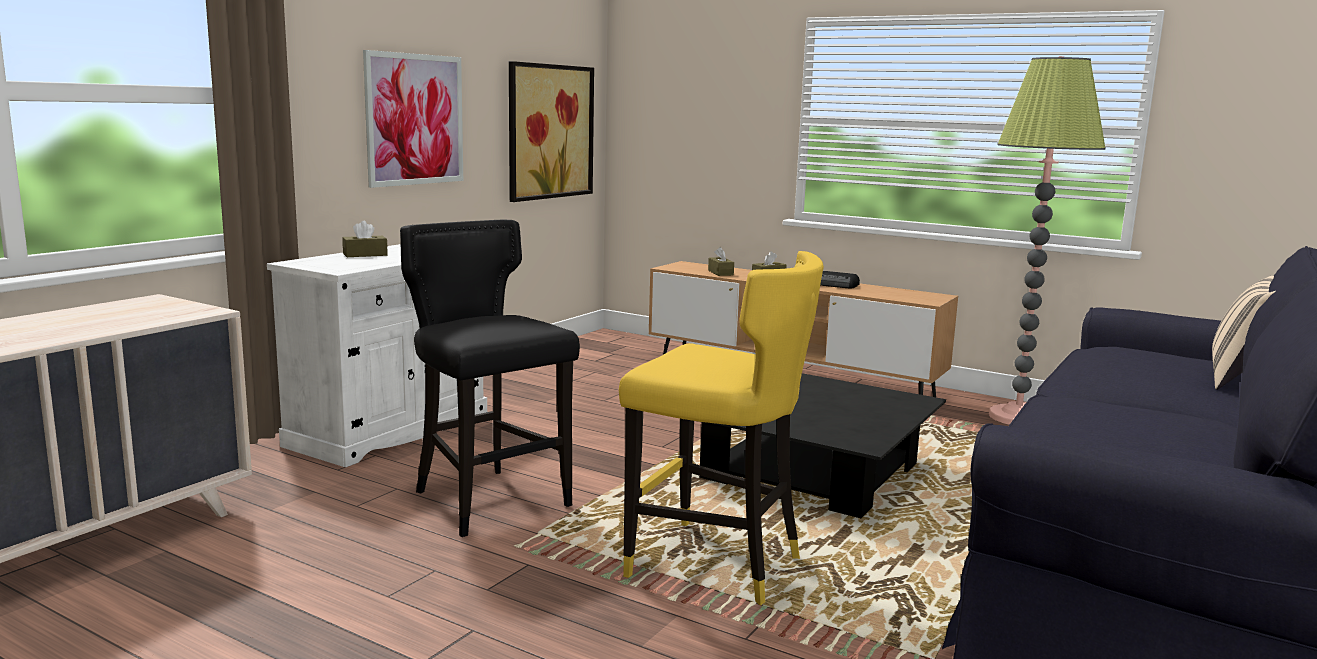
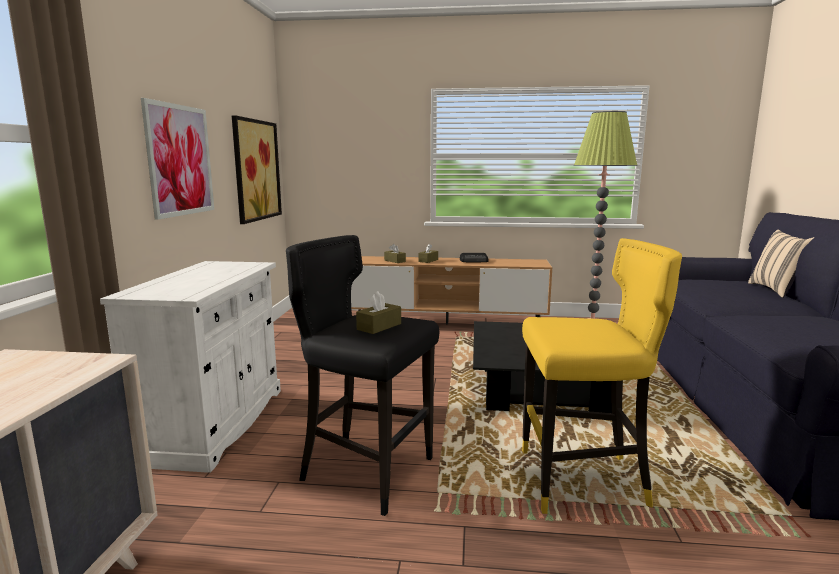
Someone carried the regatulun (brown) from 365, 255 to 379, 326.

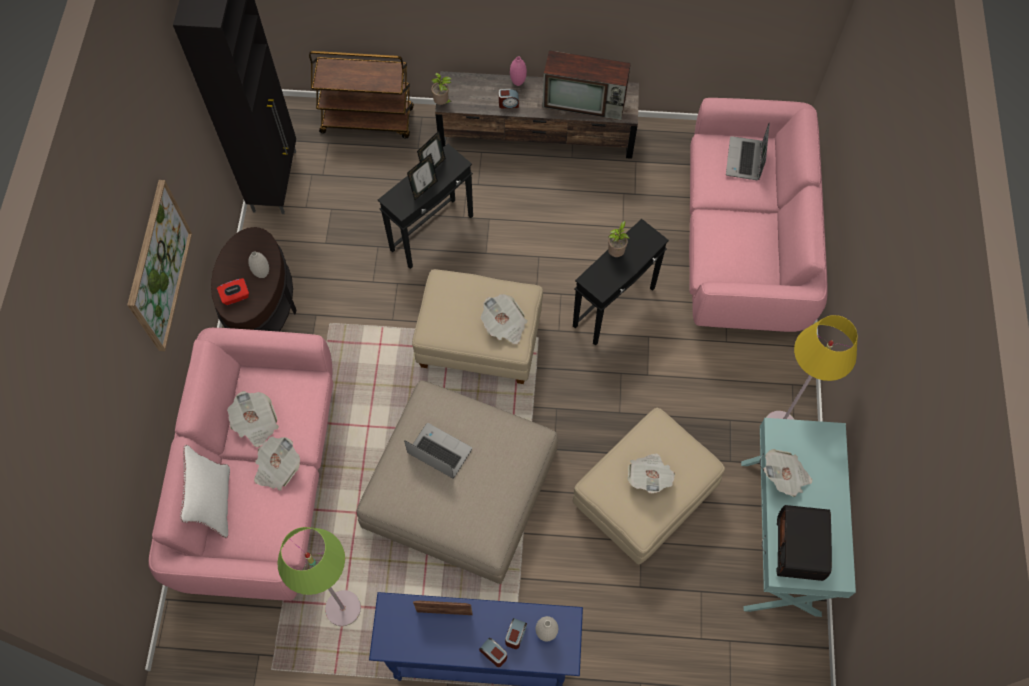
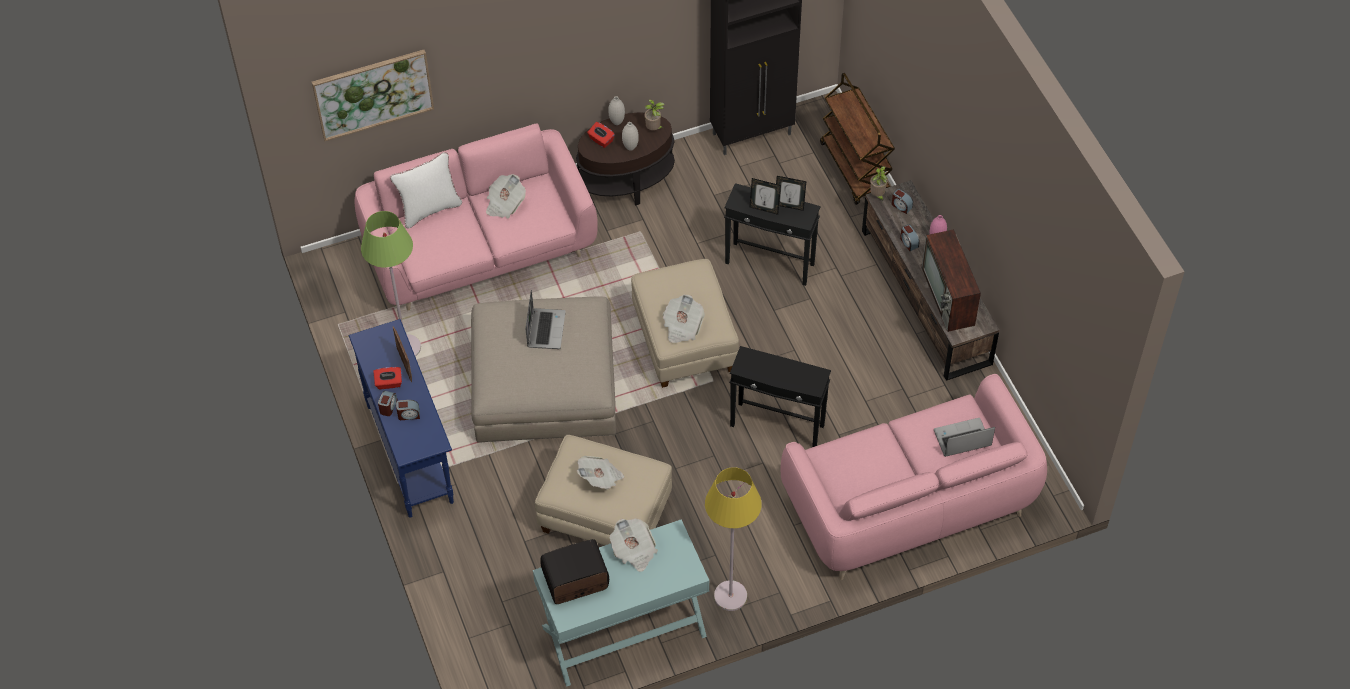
Someone carried the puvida from 158, 266 to 373, 93.
Someone put down the regatulun (red) at 389, 383.
Someone carried the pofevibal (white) from 546, 633 to 617, 122.
Someone carried the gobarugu from 616, 252 to 654, 129.
Someone put down the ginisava at 901, 206.
Someone took away the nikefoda at 277, 468.

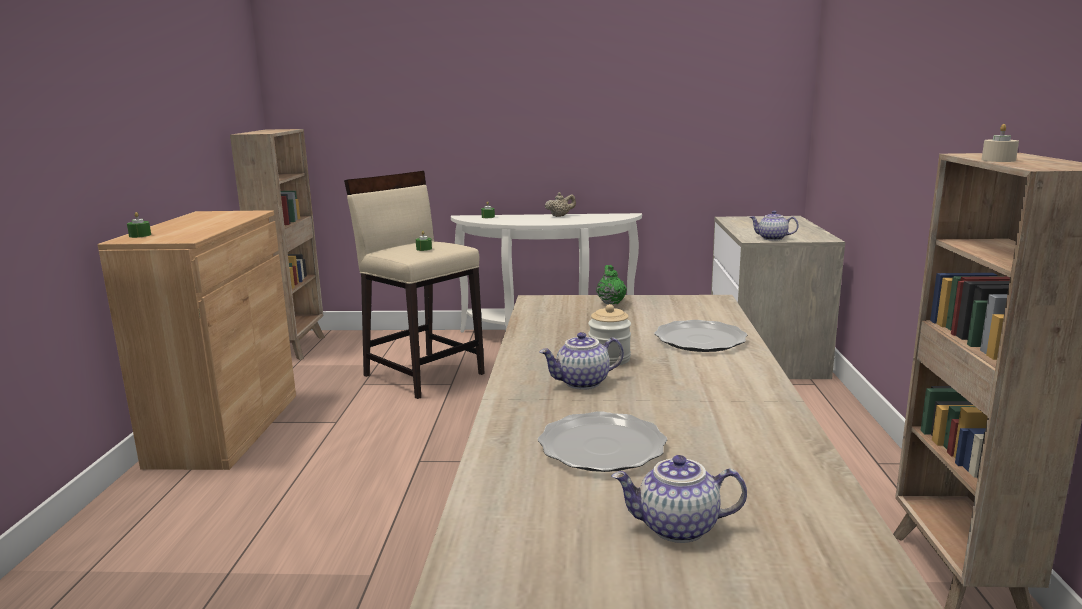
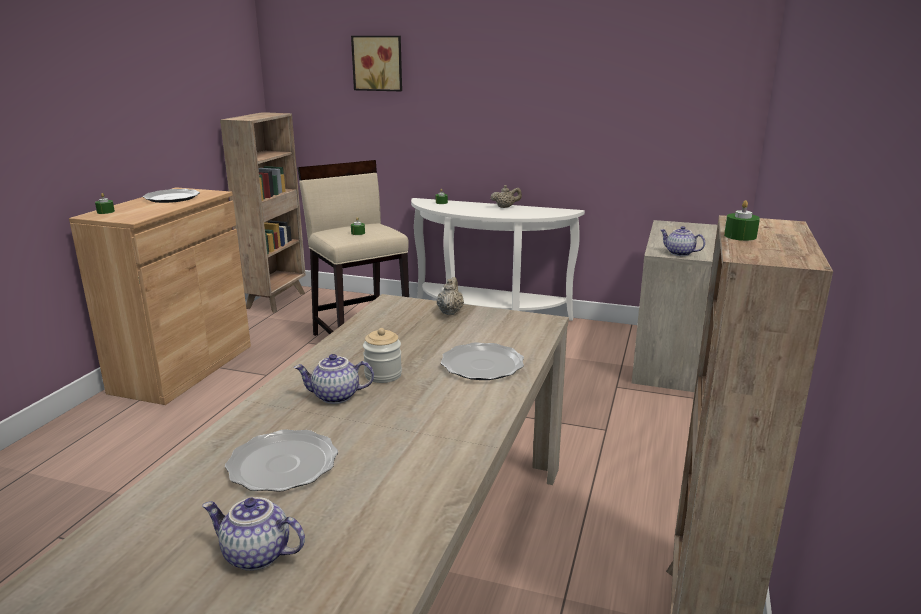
Someone put down the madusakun at 172, 198.
Someone put up the puvida at 378, 63.
Someone repainted the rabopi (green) at 611, 302, which became the rabopi (beige) at 450, 312.
Someone repainted the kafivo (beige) at 998, 160, which became the kafivo (green) at 740, 236.

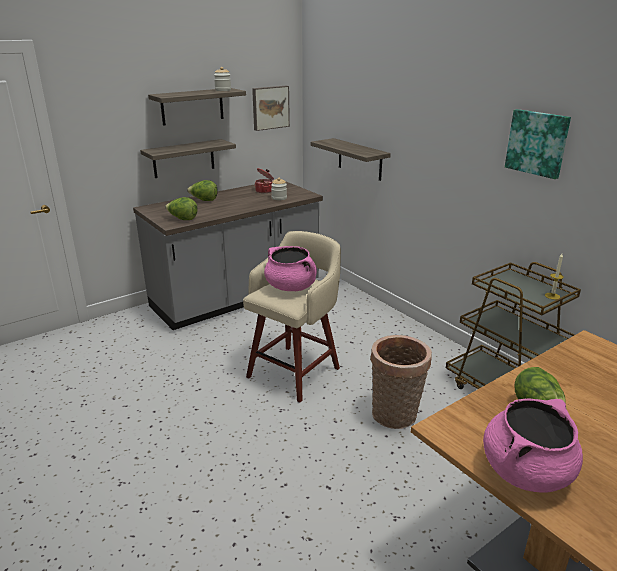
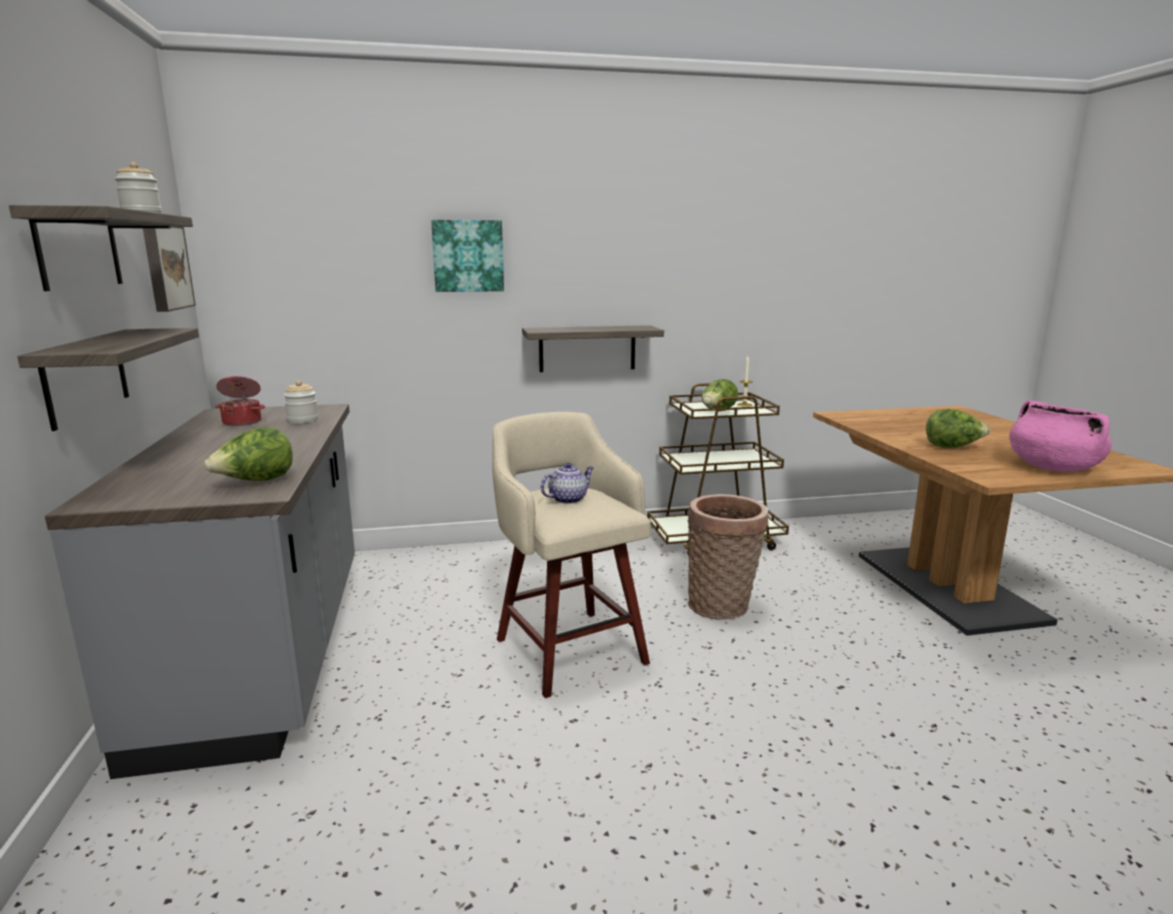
Someone carried the puvida from 537, 143 to 468, 256.
Someone carried the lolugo from 360, 159 to 587, 348.
Someone swapped the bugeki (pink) at 291, 287 for the rabopi at 568, 499.
Someone carried the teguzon from 204, 200 to 717, 412.

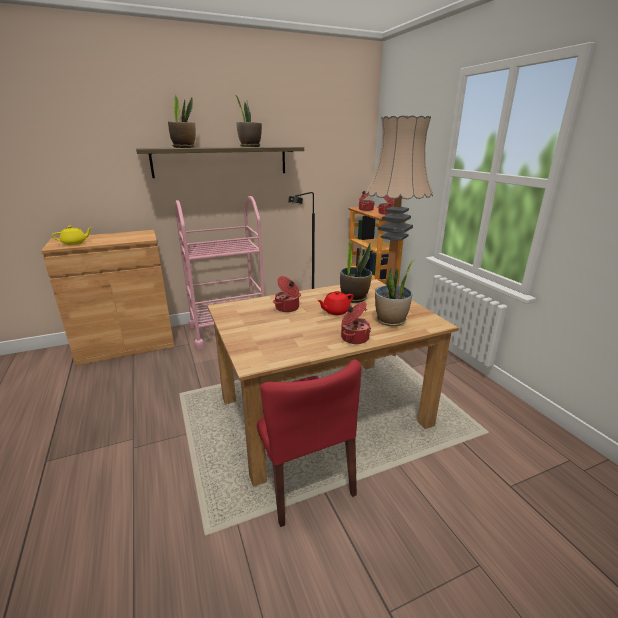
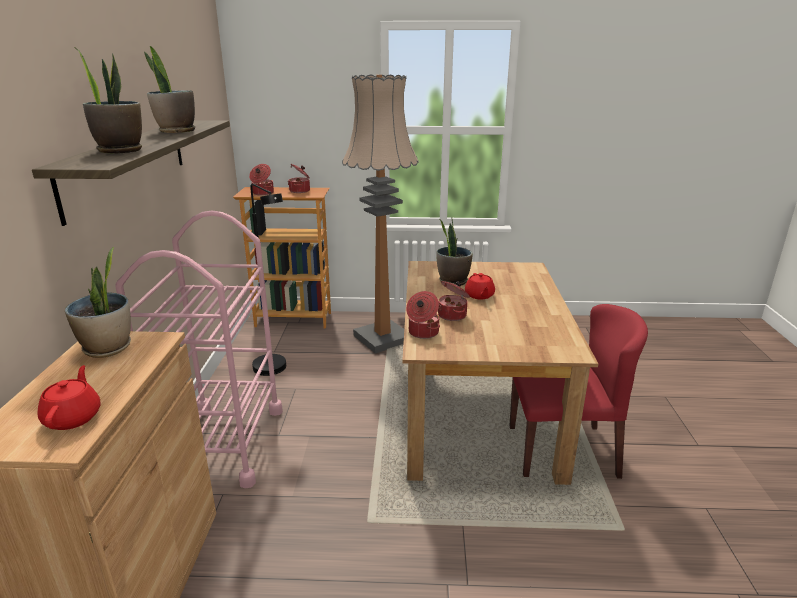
Someone repainted the rabopi (yellow) at 75, 243, which became the rabopi (red) at 73, 417.
Someone carried the gobarugu from 391, 321 to 108, 348.
Someone carried the bugeki from 354, 338 to 422, 332.

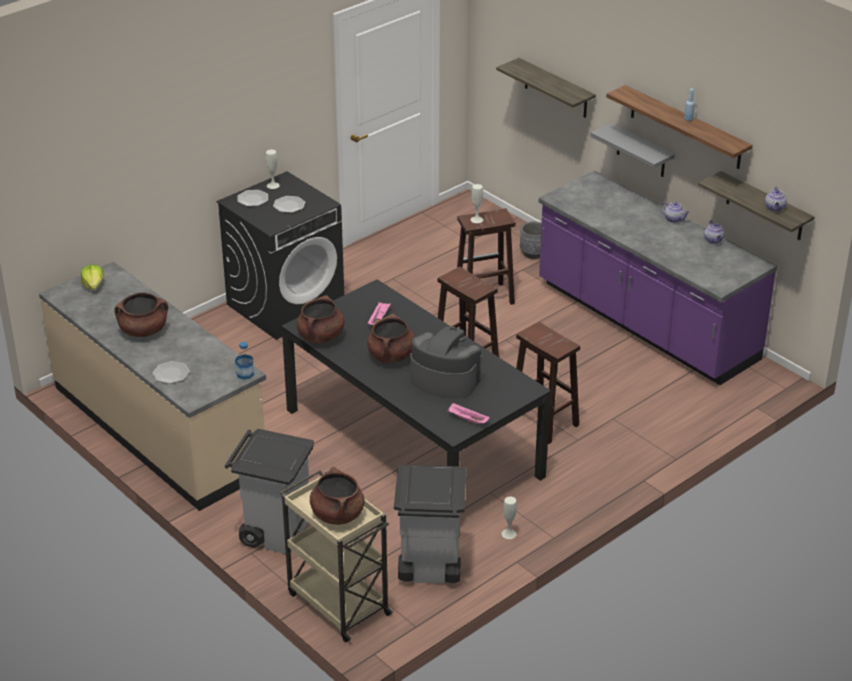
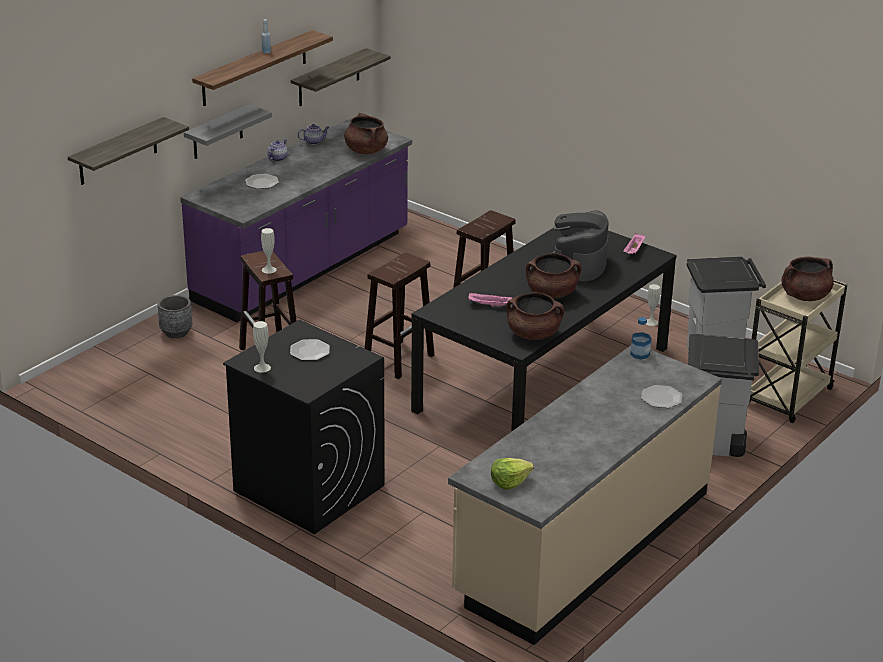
Someone carried the madusakun from 253, 199 to 262, 182.
Someone carried the bugeki (brown) from 143, 330 to 366, 150.
Someone took away the rabopi at 775, 208.

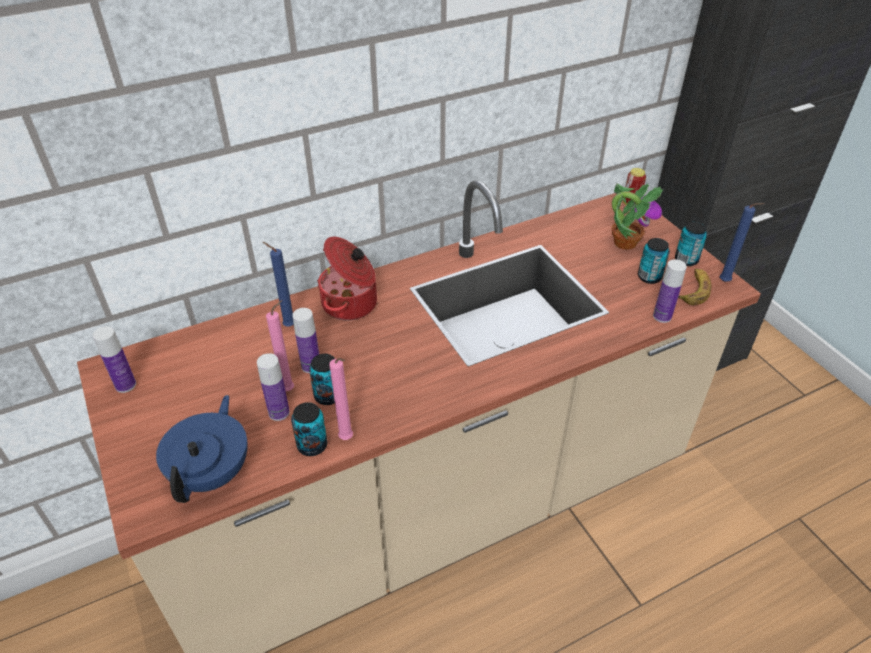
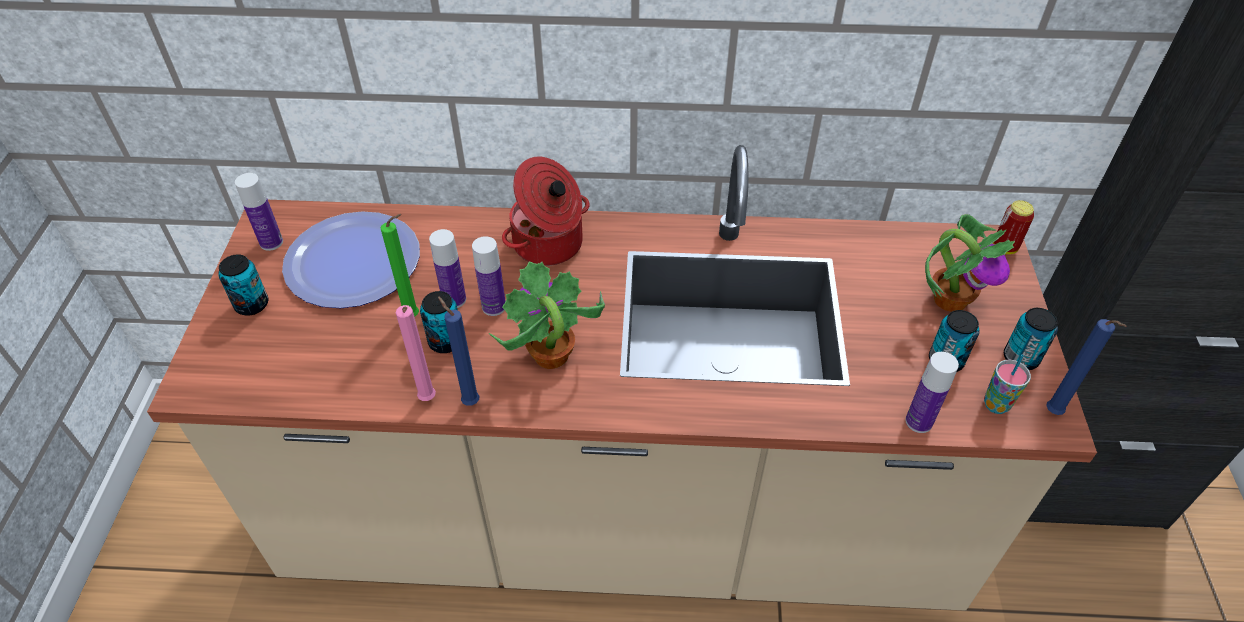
Someone carried the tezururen from 312, 445 to 252, 305.
Someone put down the madusakun at 353, 261.
Someone repainted the kafivo (pink) at 290, 389, which became the kafivo (green) at 414, 316.
Someone carried the kafivo (blue) from 287, 325 to 469, 401.
Someone carried the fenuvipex from 279, 412 to 494, 307.
Someone put down the gobarugu at 550, 356.
Someone swapped the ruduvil at 693, 290 for the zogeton at 996, 405.
Someone took away the rabopi (blue) at 213, 473.

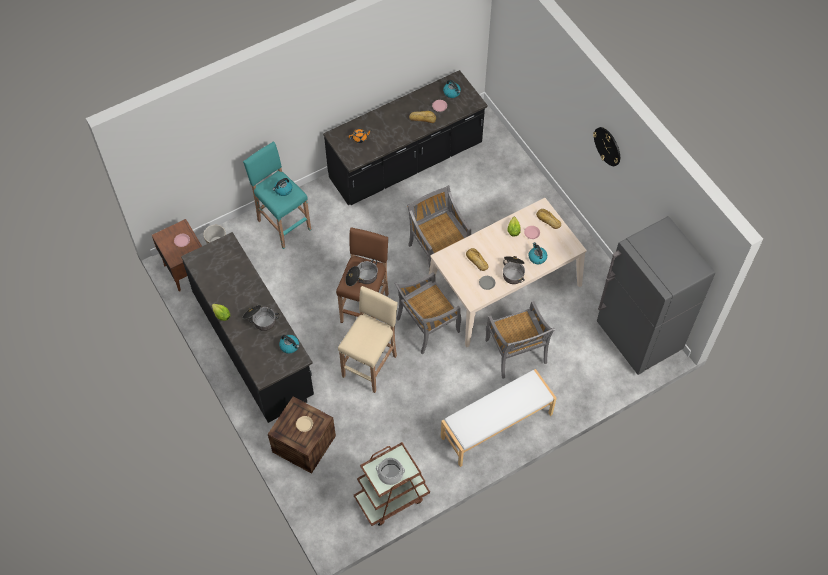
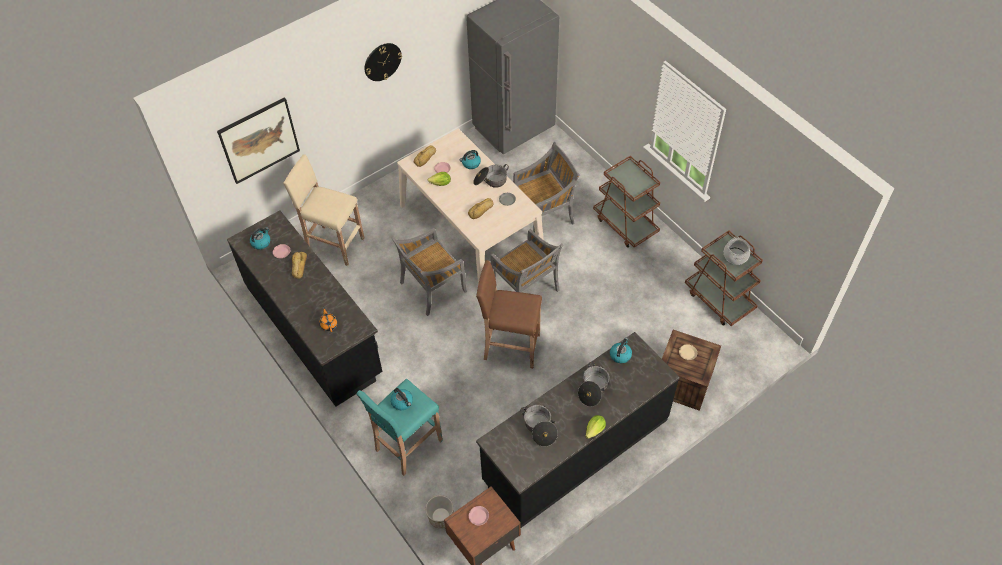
Someone put up the puvida at 259, 140.
Someone carried the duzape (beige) from 370, 365 to 334, 245.
Someone carried the bugeki from 362, 277 to 539, 428.
Someone swapped the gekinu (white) at 497, 426 for the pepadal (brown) at 625, 224.

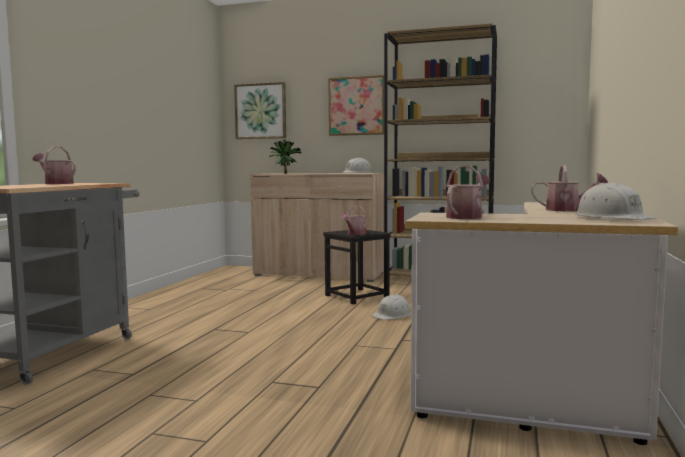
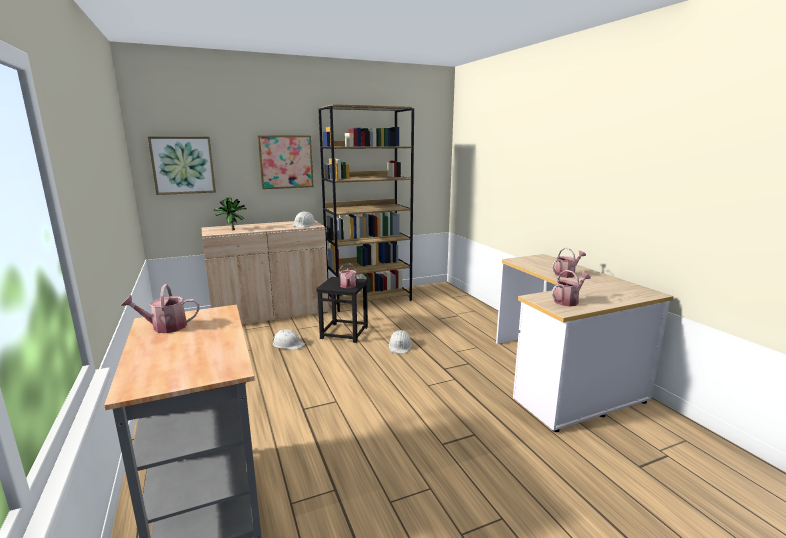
Someone carried the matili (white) from 612, 218 to 288, 344.
Someone rotated the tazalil at 466, 217 by 60 degrees clockwise.

